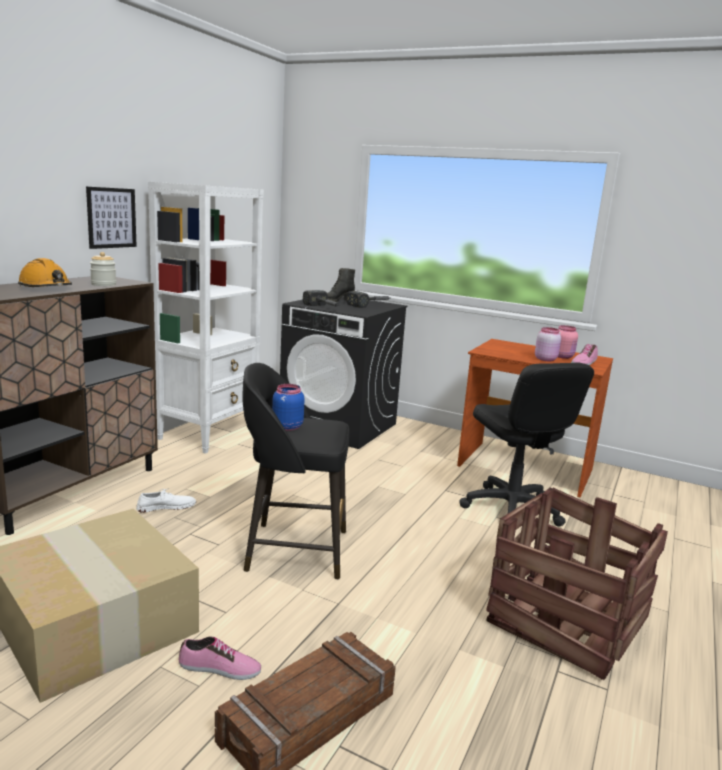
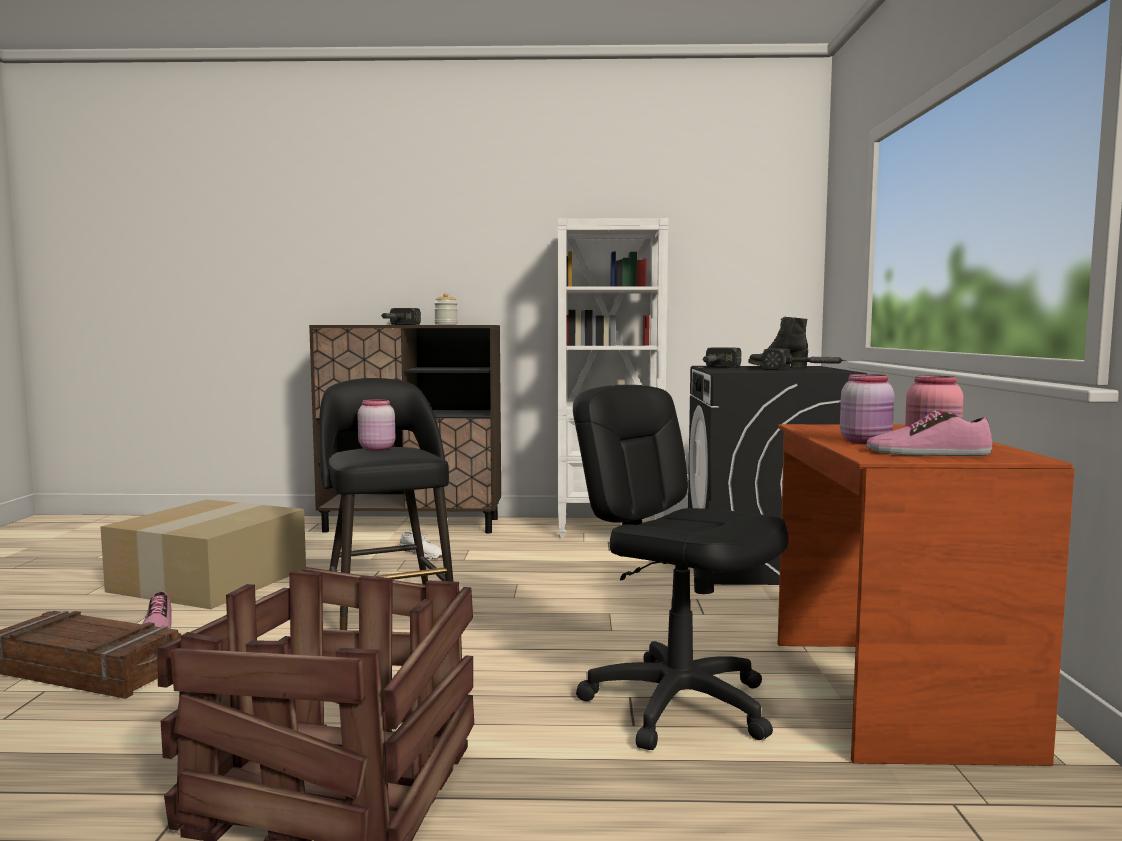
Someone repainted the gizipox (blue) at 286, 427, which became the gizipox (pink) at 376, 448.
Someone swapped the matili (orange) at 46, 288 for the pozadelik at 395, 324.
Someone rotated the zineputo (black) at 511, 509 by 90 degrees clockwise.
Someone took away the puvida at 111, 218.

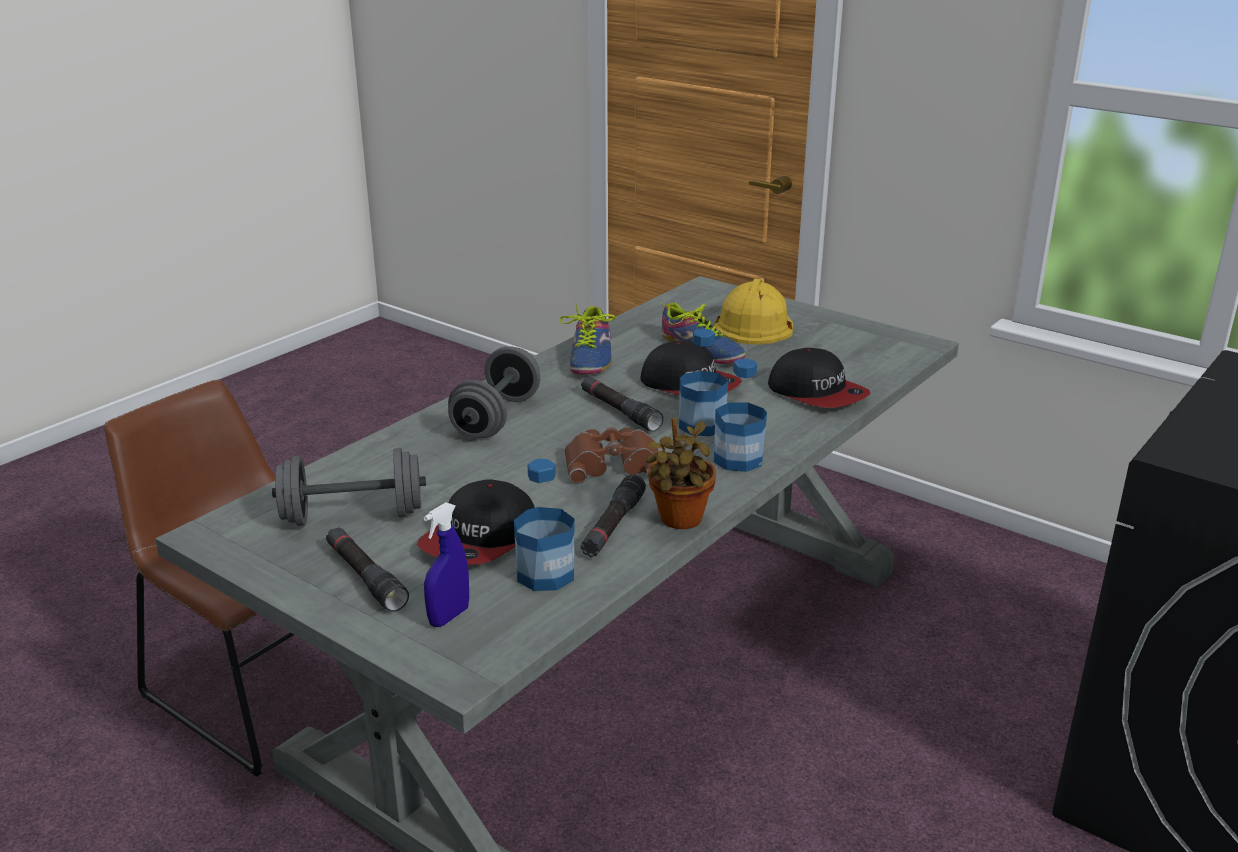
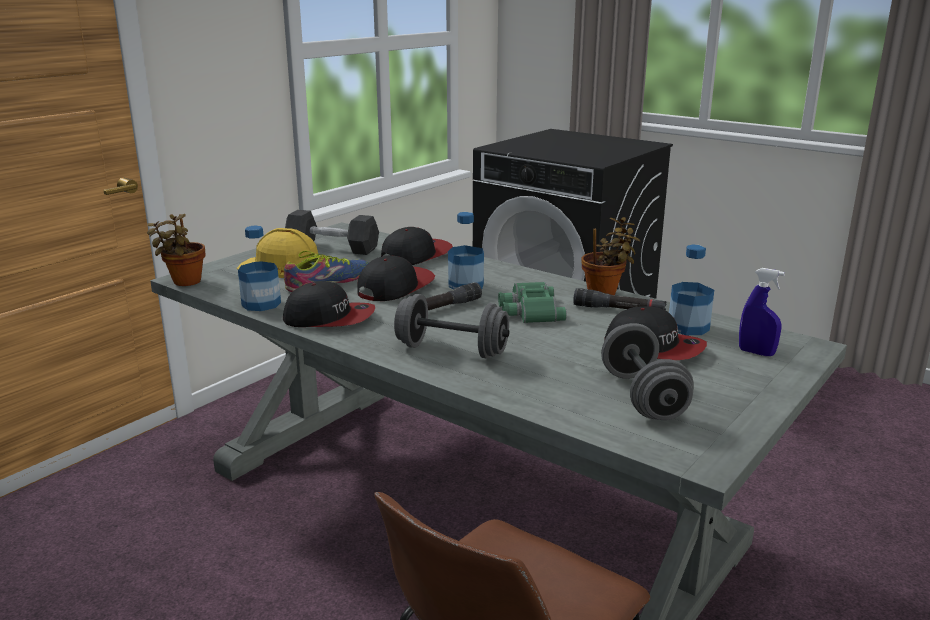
Someone put down the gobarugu at 184, 282.
Someone carried the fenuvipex from 738, 459 to 261, 304.
Someone swapped the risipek at 591, 357 for the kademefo at 329, 318.
Someone put down the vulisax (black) at 332, 248.
Someone repainted the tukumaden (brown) at 613, 463, which became the tukumaden (green) at 529, 310.
Someone took away the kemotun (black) at 365, 577.

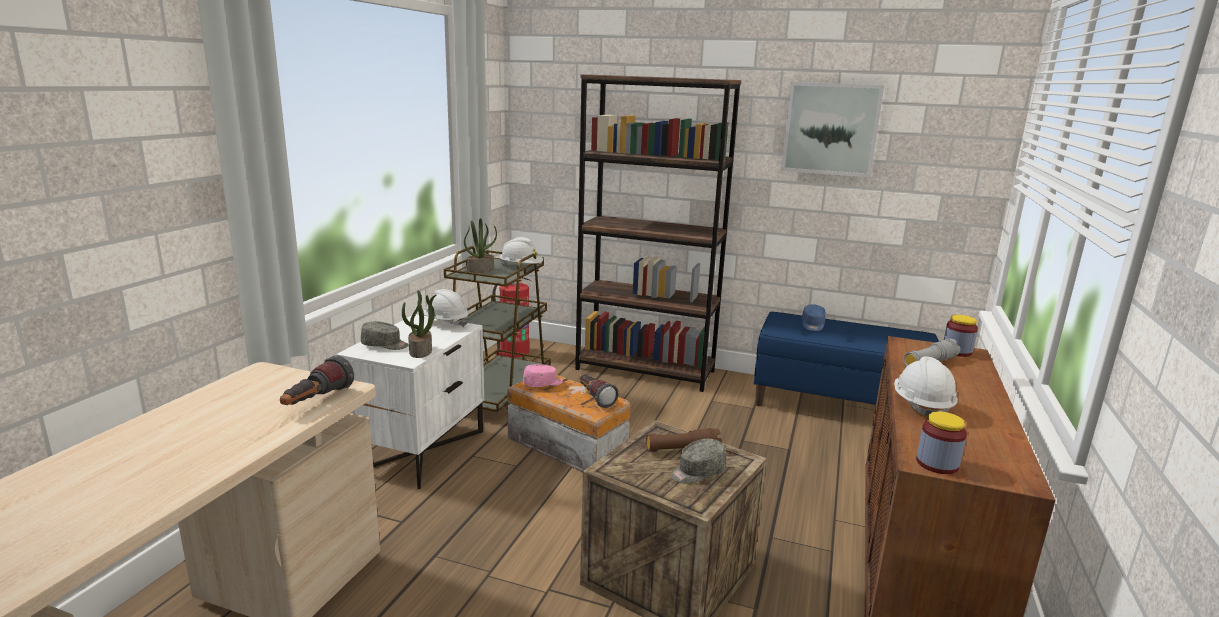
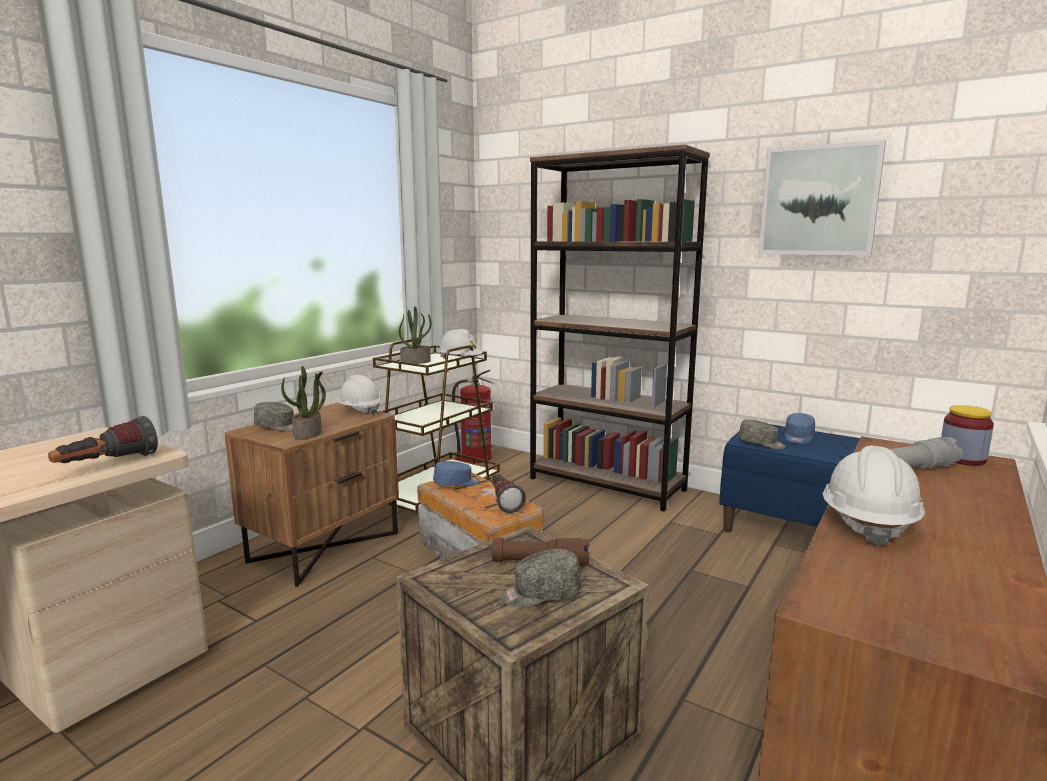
Someone repainted the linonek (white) at 421, 450, which became the linonek (brown) at 324, 546.
Someone repainted the kademefo (pink) at 543, 384, which became the kademefo (blue) at 457, 483.
Someone put down the kademefo (grey) at 761, 443.
Someone took away the gizipox at 937, 464.

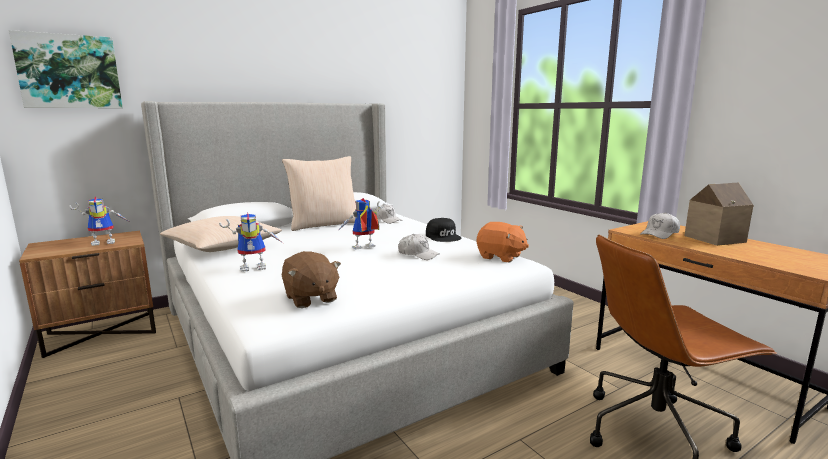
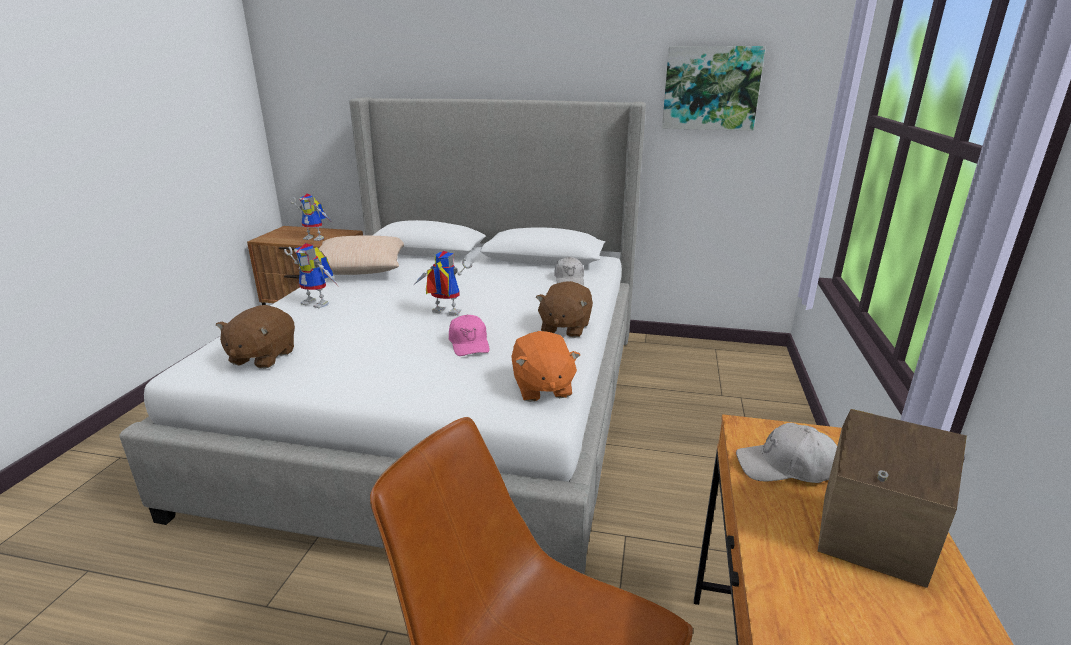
Someone repainted the kademefo (white) at 418, 254, which became the kademefo (pink) at 469, 344.
Someone swapped the kademefo (black) at 443, 236 for the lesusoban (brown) at 564, 328.
Someone carried the puvida from 69, 72 to 711, 88.
Someone took away the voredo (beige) at 324, 224.

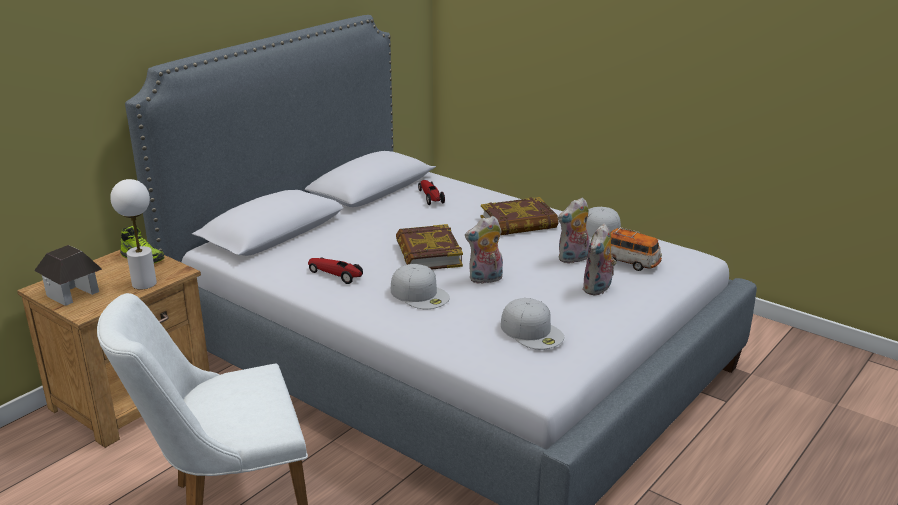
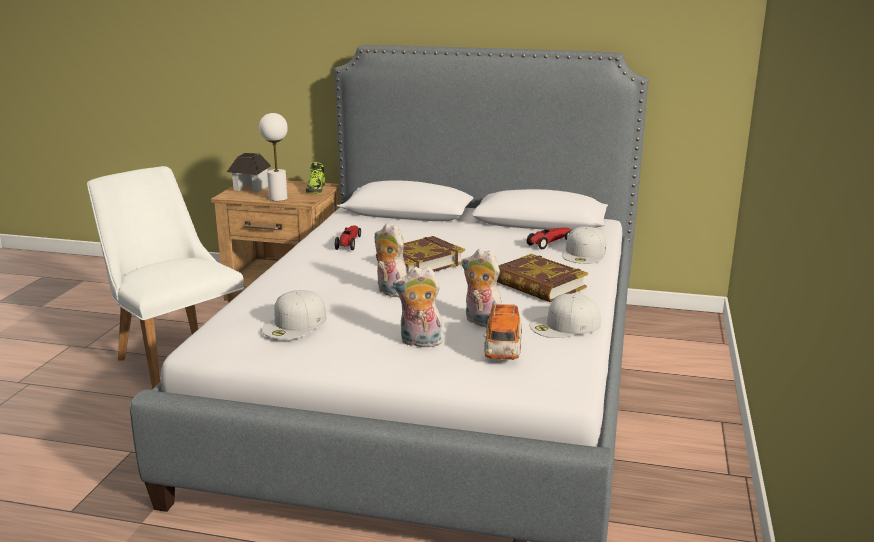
Someone carried the kademefo (white) from 420, 294 to 585, 253.

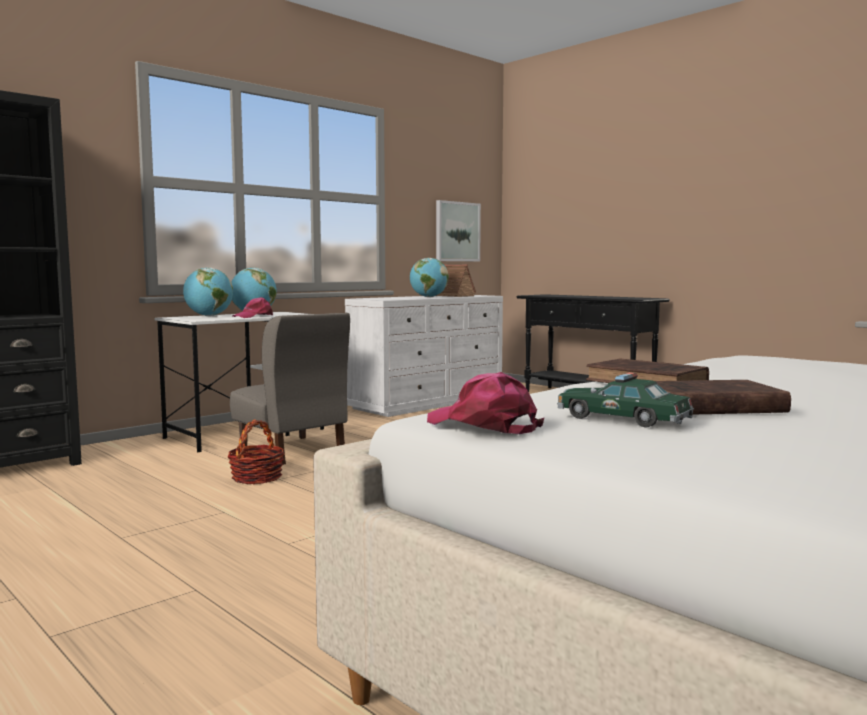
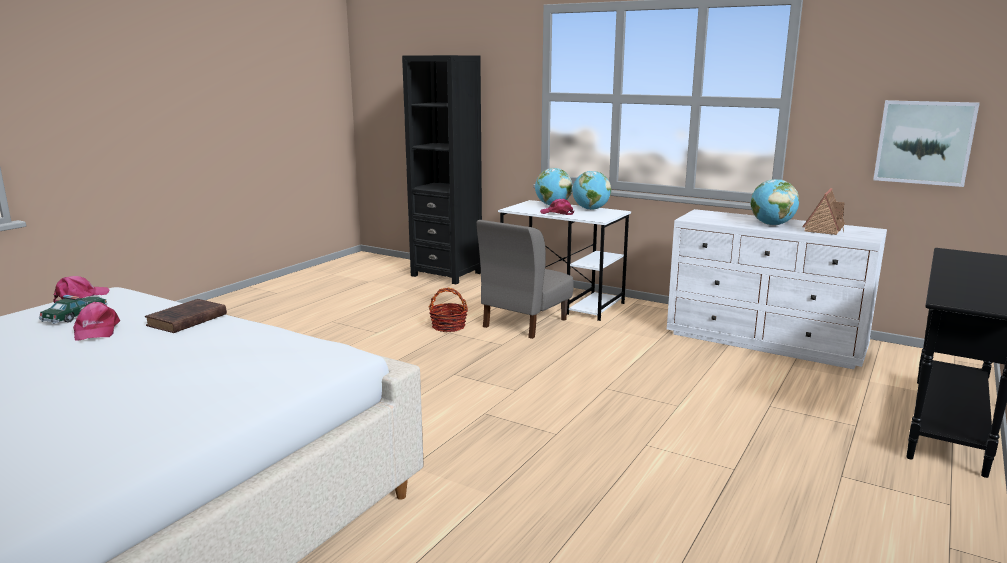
Someone swapped the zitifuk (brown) at 706, 406 for the kademefo (pink) at 96, 330.

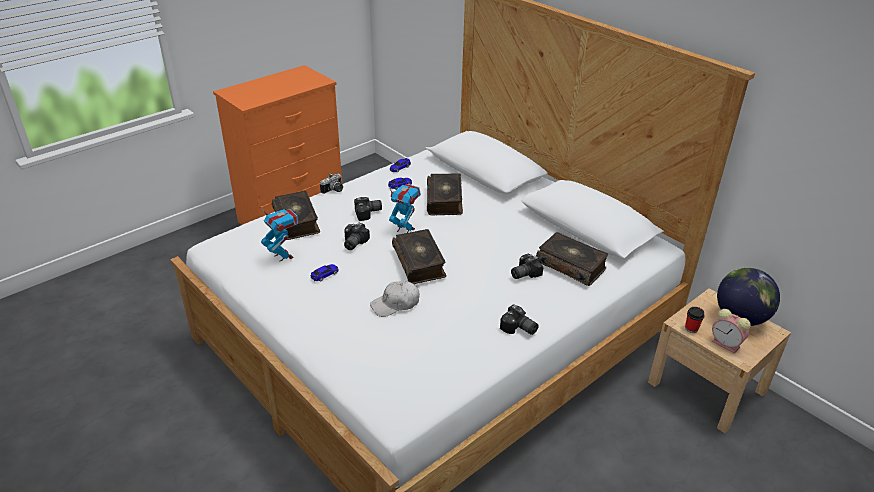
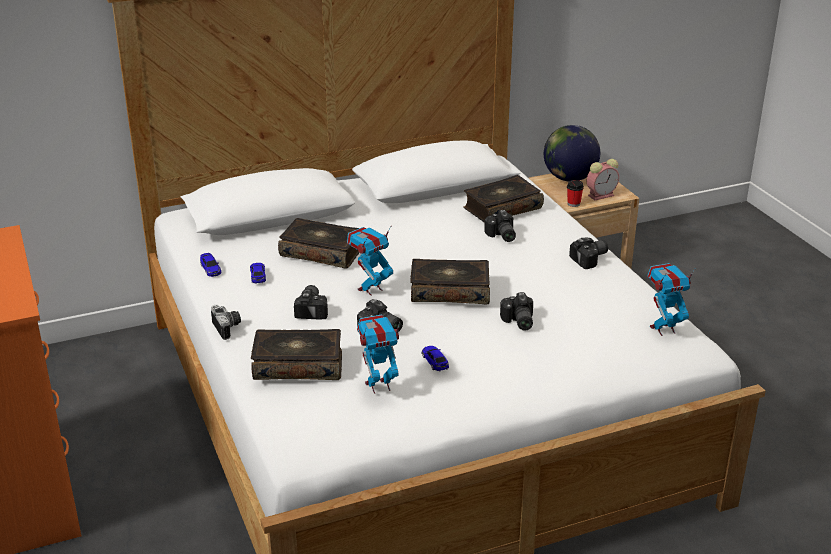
Someone swapped the kademefo (white) at 395, 304 for the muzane at 517, 322.
Someone put down the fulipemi at 663, 329.

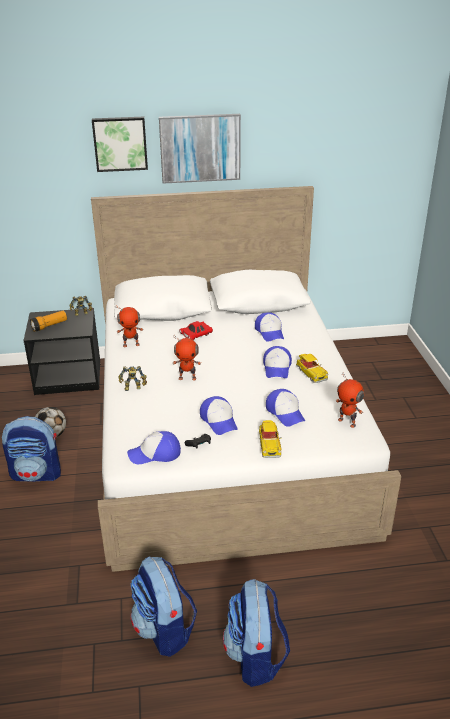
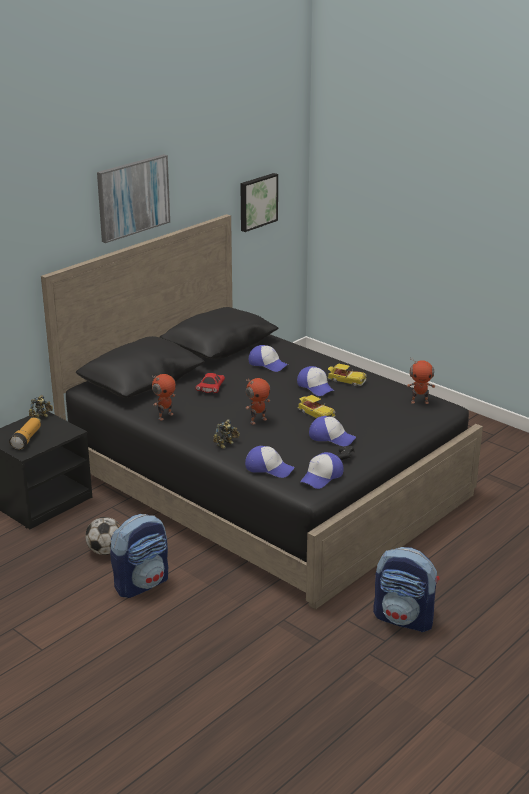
Someone repainted the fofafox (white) at 226, 434, which became the fofafox (black) at 264, 481.
Someone carried the puvida from 120, 143 to 257, 201.
Someone carried the kademefo from 285, 412 to 269, 468.
Someone carried the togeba from 269, 444 to 315, 414.
Someone took away the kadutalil at 255, 657.

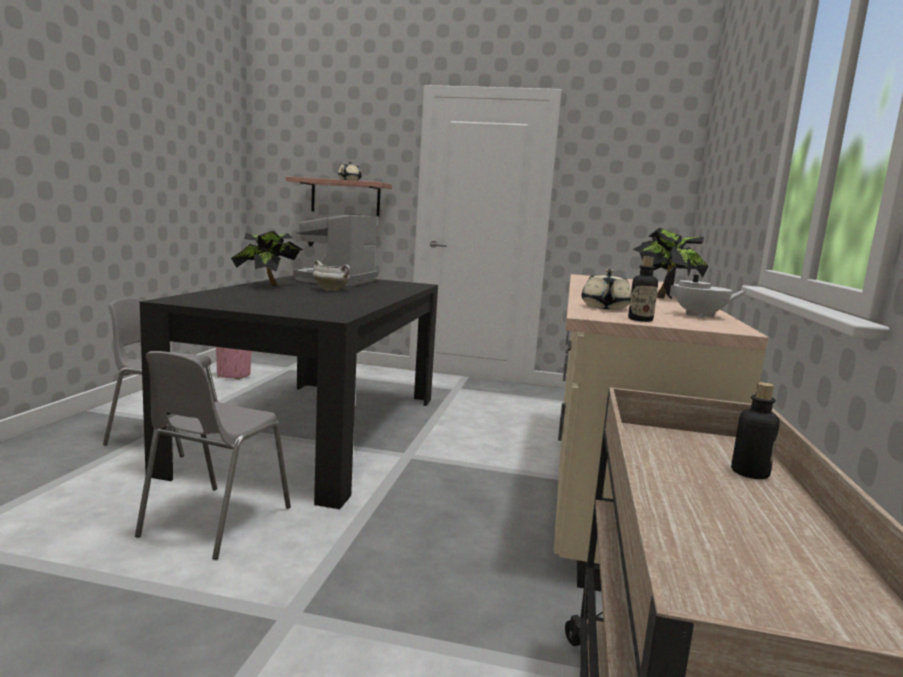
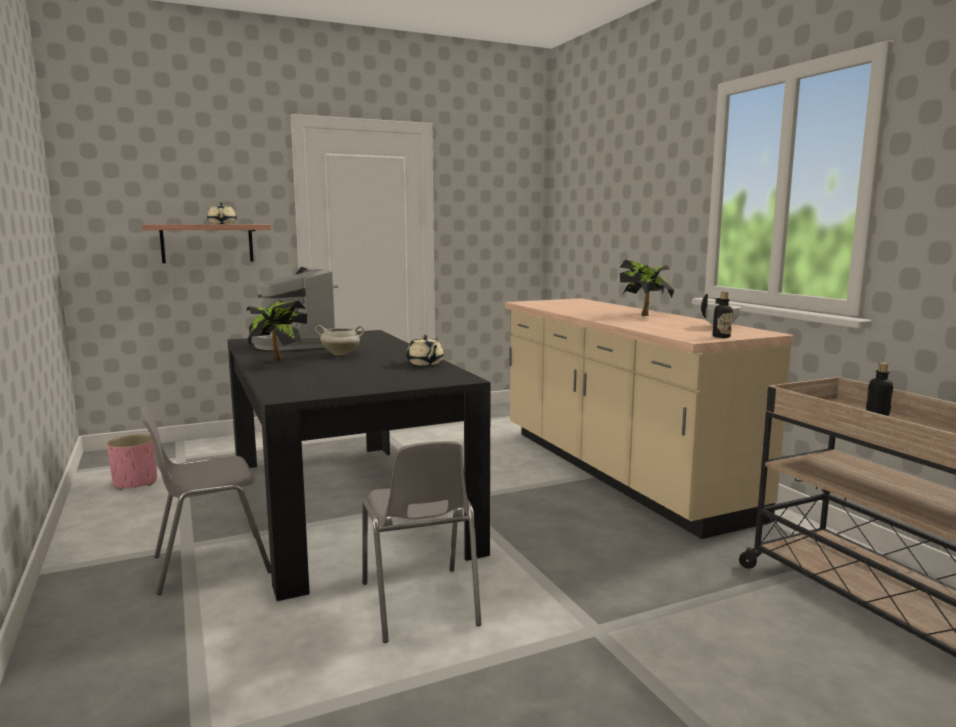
Someone carried the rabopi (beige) from 604, 307 to 425, 363.

